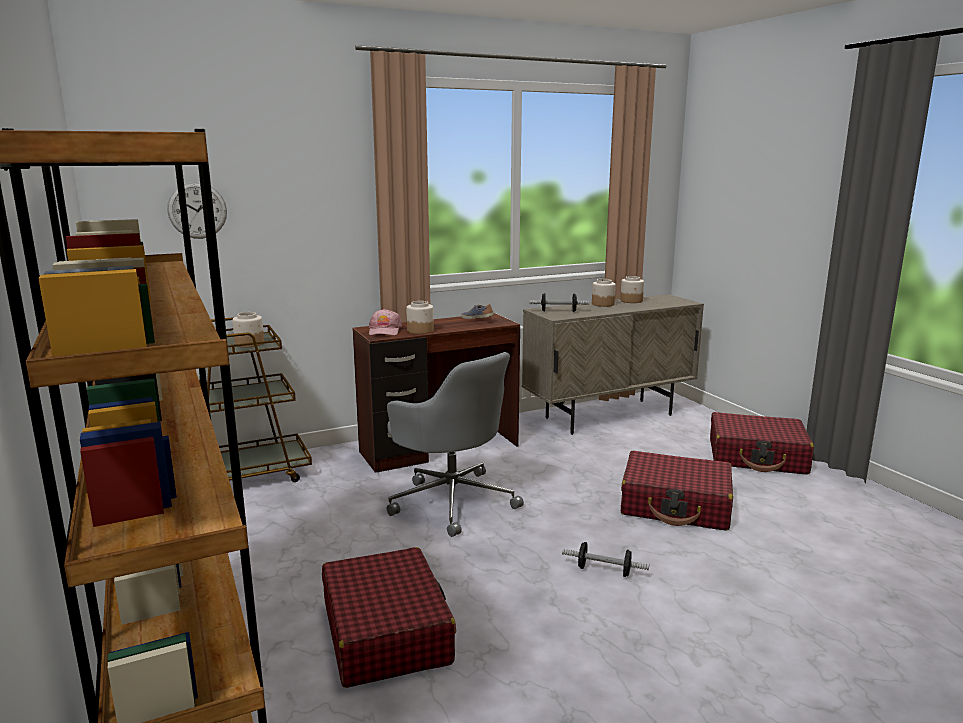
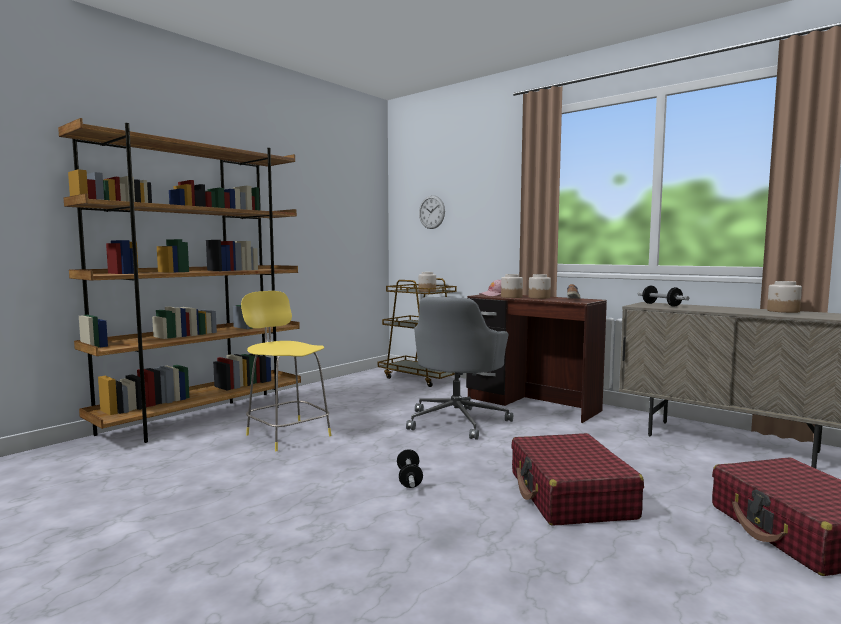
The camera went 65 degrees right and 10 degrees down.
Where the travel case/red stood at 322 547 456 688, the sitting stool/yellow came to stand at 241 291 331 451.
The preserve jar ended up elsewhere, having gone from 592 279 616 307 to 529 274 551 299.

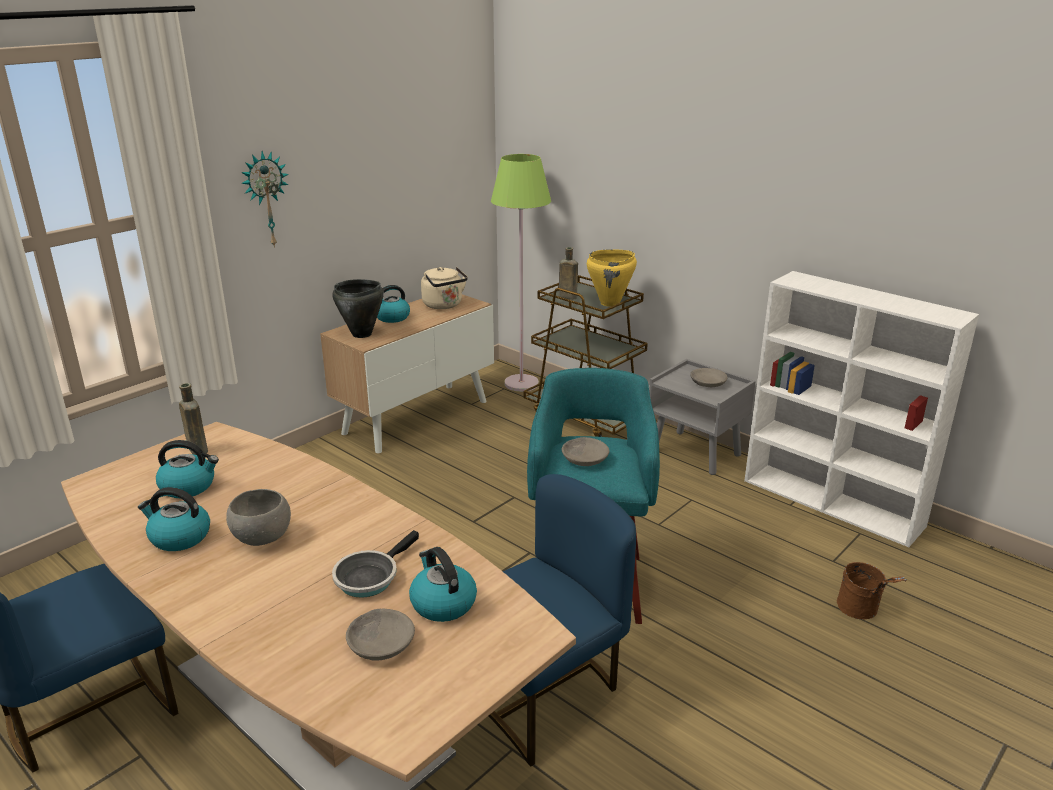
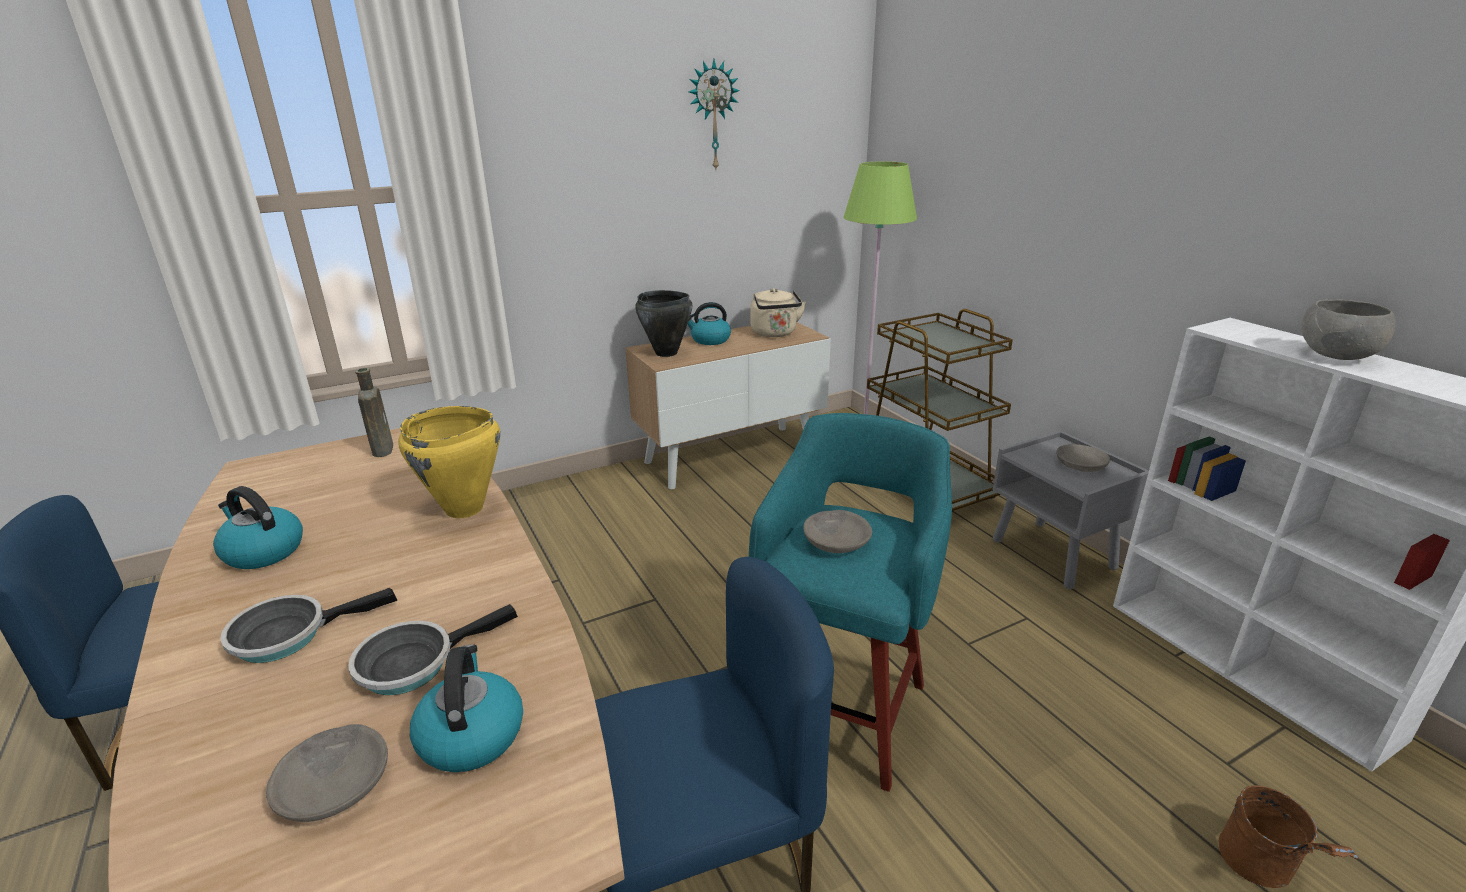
The camera went 20 degrees right and 0 degrees up.
The second view gained the skillet at 220 588 397 663.
The cooking pot/yellow ended up elsewhere, having gone from 587 249 637 307 to 398 406 500 518.
The hanging clock ended up elsewhere, having gone from 241 151 289 248 to 689 59 740 169.
The serving bowl/grey ended up elsewhere, having gone from 226 489 291 546 to 1302 299 1396 360.
The second view lost the kettle at 156 440 219 498.
The second view lost the bottle/brown-coloured at 559 247 578 300.

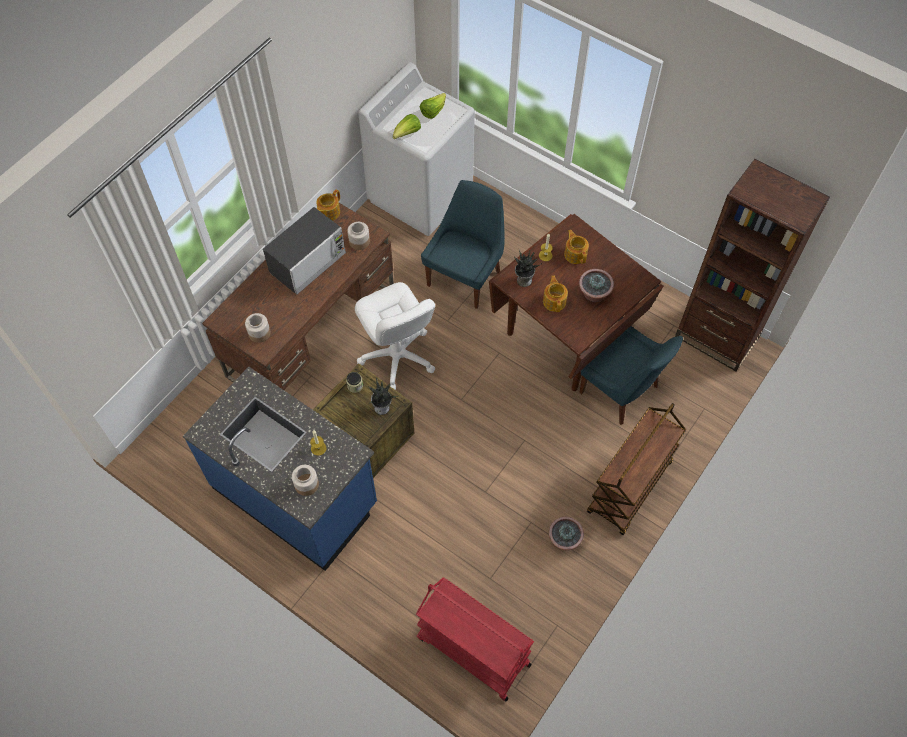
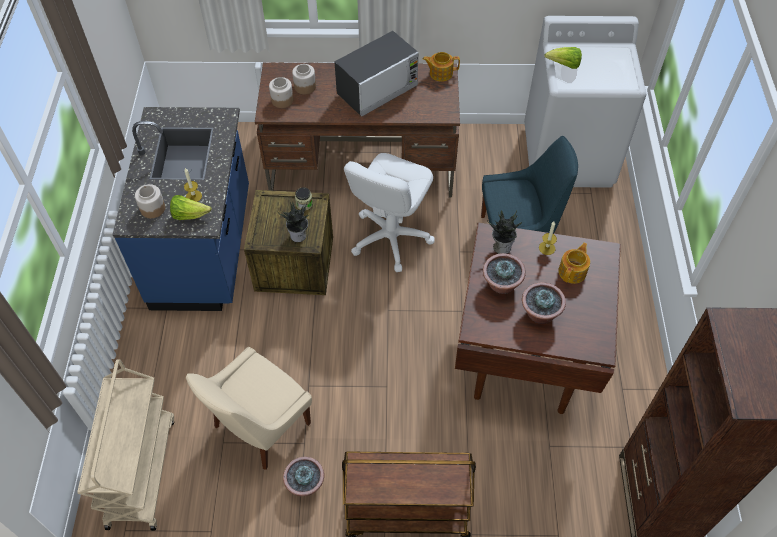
The camera went 55 degrees right and 5 degrees down.
What was the wheeled cart/red at 416 577 534 701 turned into the wheeled cart/beige at 77 360 174 531.
The lettuce head ended up elsewhere, having gone from 420 93 446 119 to 170 195 212 220.
The second view gained the chair/beige at 186 347 312 470.
The preserve jar ended up elsewhere, having gone from 347 222 370 250 to 292 64 316 94.
The kitchen microwave at 263 207 346 295 ended up facing another way, 45 degrees counterclockwise from before.
Where the teapot stood at 543 276 568 312, the potted plant came to stand at 483 253 526 294.
The second view lost the chair/blue-coloured at 579 326 683 425.

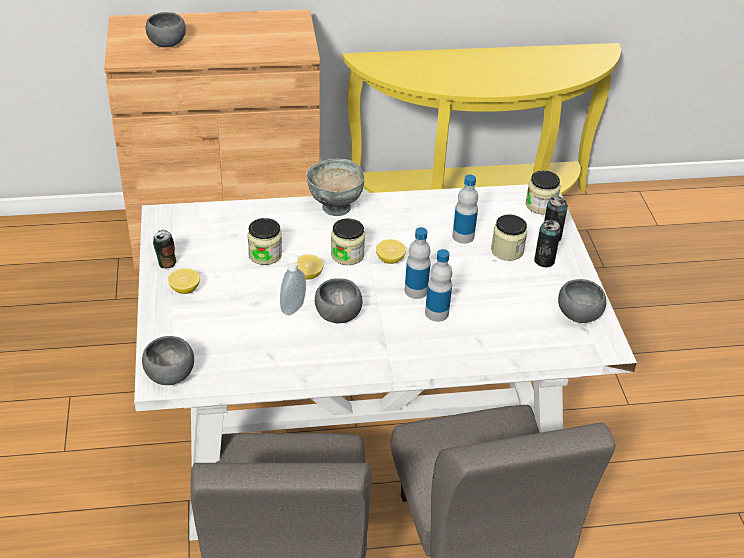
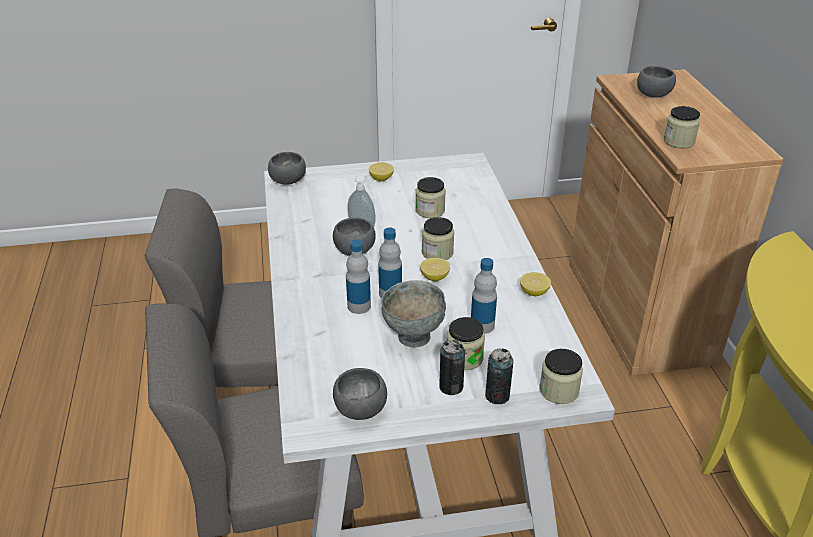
The camera went 90 degrees right and 5 degrees down.
The serving bowl/grey ended up elsewhere, having gone from 306 159 364 216 to 381 280 446 347.
The whole lemon ended up elsewhere, having gone from 297 255 323 280 to 520 272 551 296.
The second view gained the preserve jar at 664 106 700 148.
The second view lost the sealed can at 153 230 176 268.

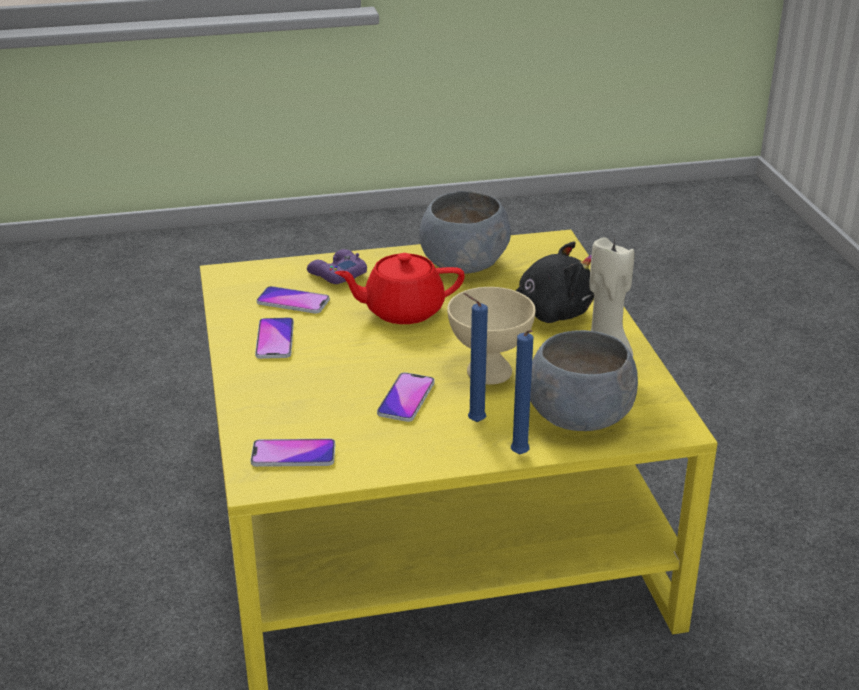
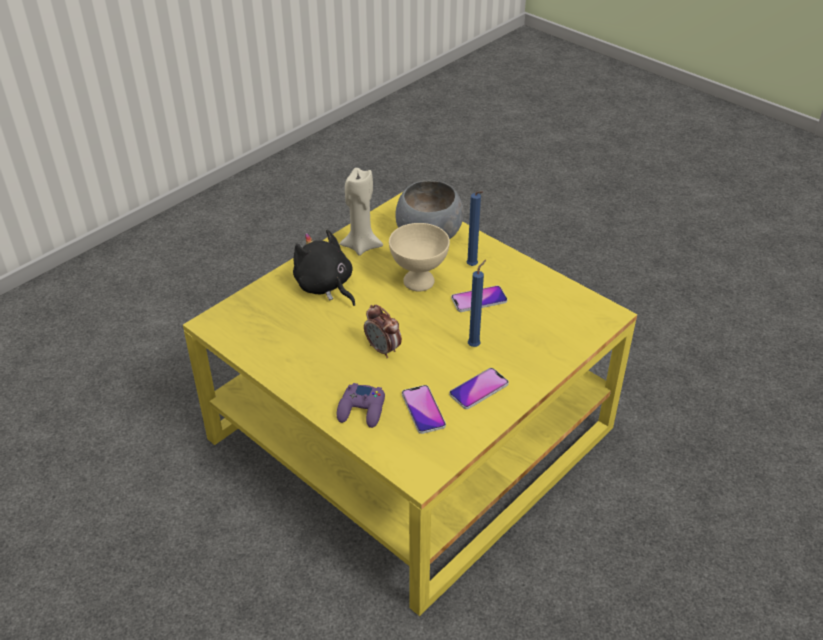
The camera went 125 degrees left and 10 degrees up.
Where the teapot/red stood at 334 253 465 324, the table clock came to stand at 364 305 402 358.
The wax candle/blue-coloured ended up elsewhere, having gone from 511 330 533 454 to 468 260 486 347.
The second view lost the telephone at 250 439 335 467.
The second view lost the serving bowl/grey at 419 191 511 274.

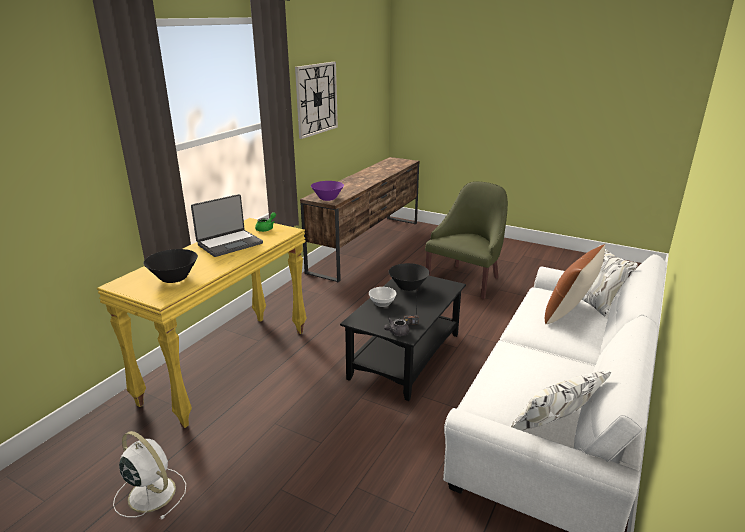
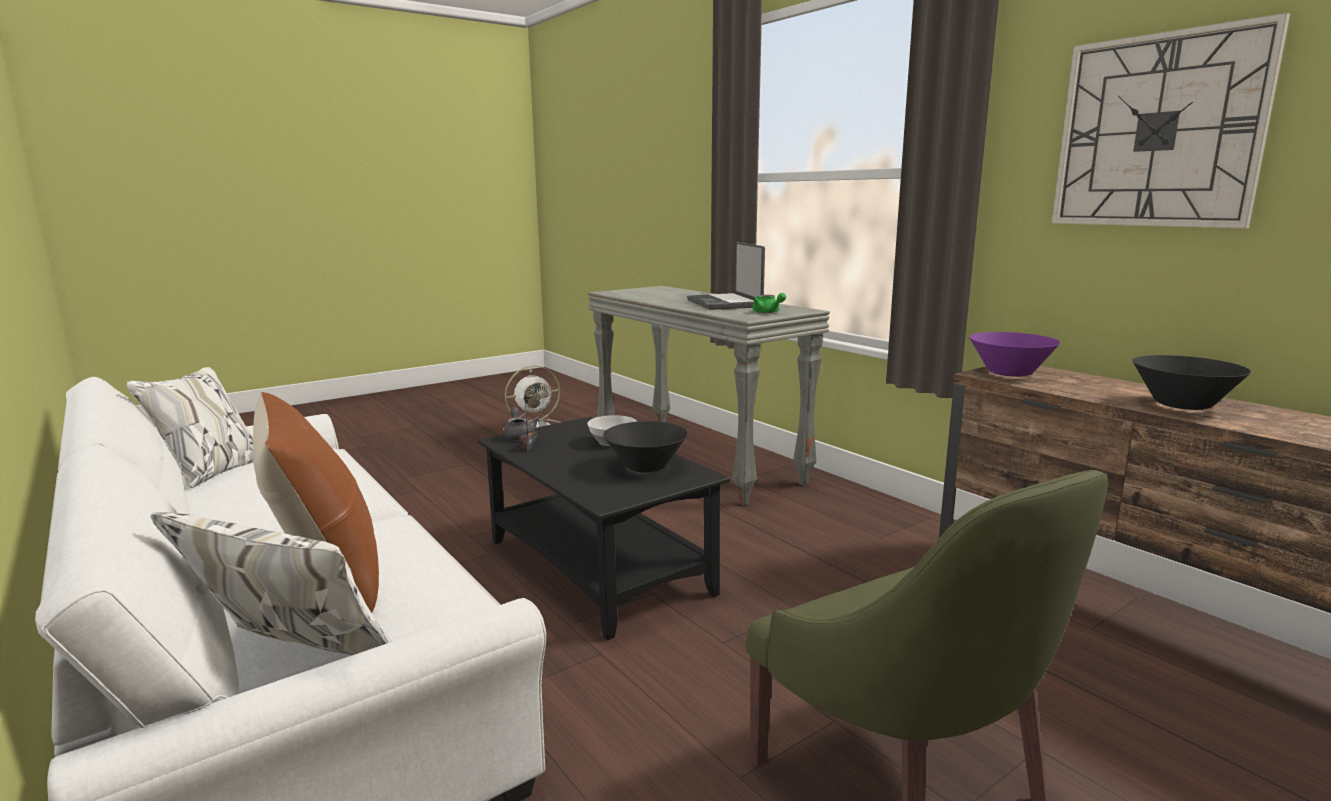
The camera went 115 degrees right and 10 degrees down.
What was the narrow table/yellow at 97 218 307 428 turned into the narrow table/grey at 588 286 830 506.
The serving bowl/black-coloured ended up elsewhere, having gone from 143 249 198 283 to 1132 355 1251 410.

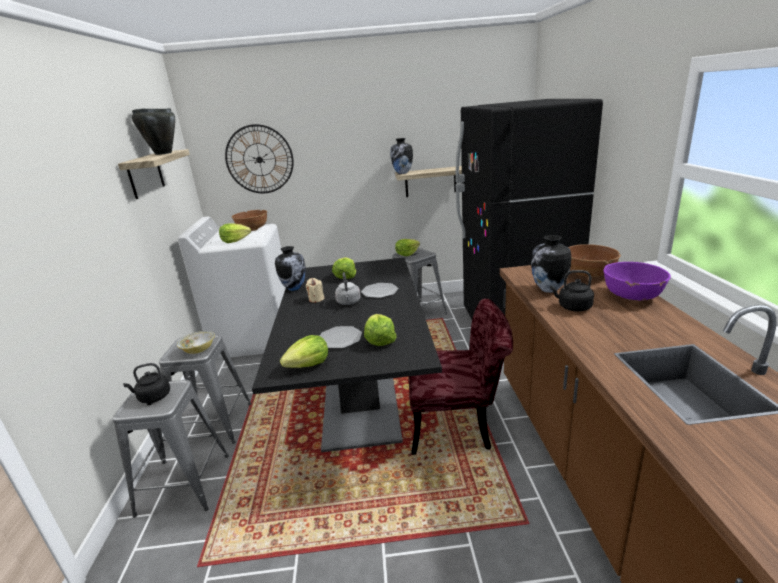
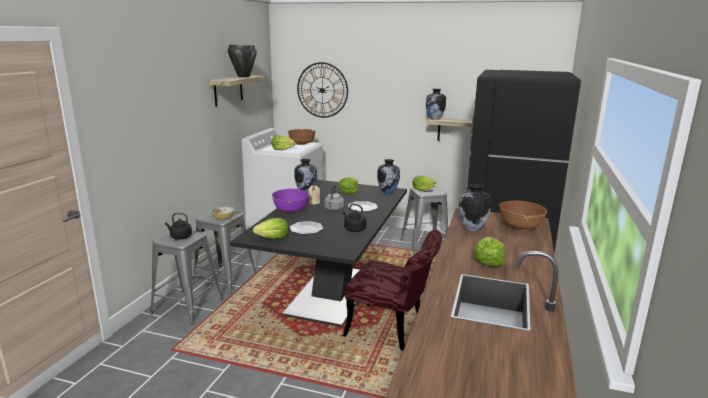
The camera went 20 degrees right and 5 degrees down.
The serving bowl/purple-coloured ended up elsewhere, having gone from 603 262 671 301 to 272 189 309 213.
The kettle/black-coloured ended up elsewhere, having gone from 550 270 594 312 to 343 203 366 232.
The second view gained the flower vase at 377 159 400 194.
The lettuce head ended up elsewhere, having gone from 364 314 397 346 to 474 237 505 266.

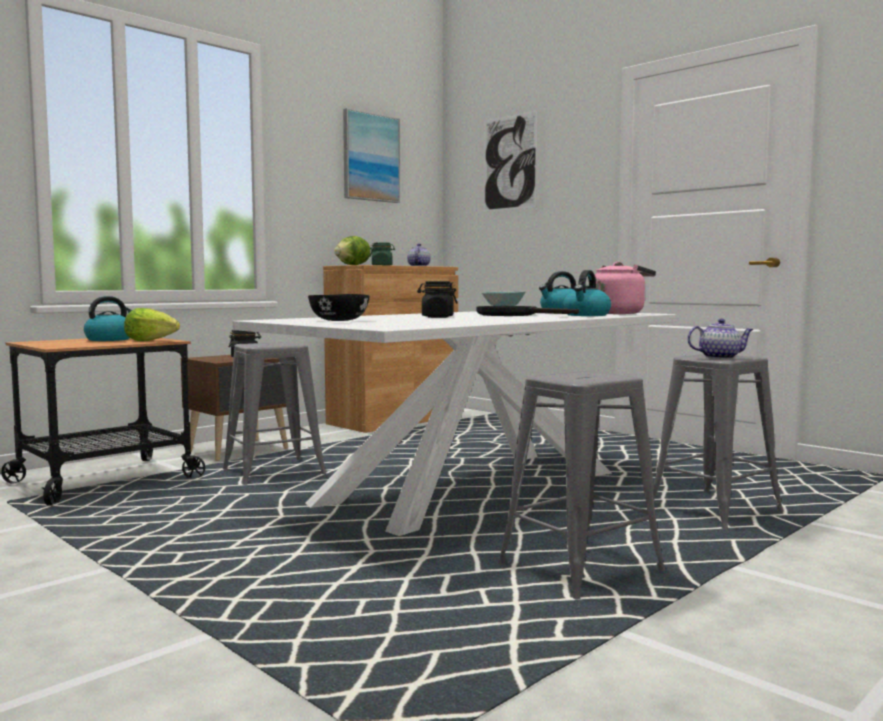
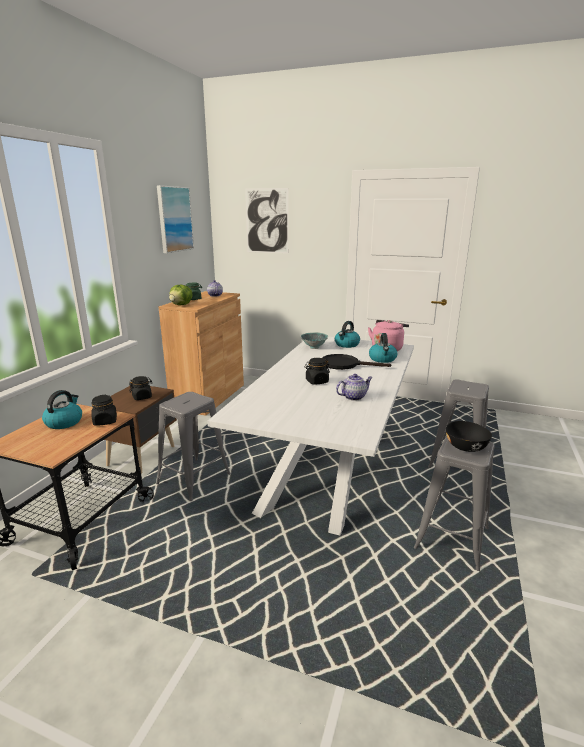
The camera went 25 degrees left and 15 degrees up.
Where the lettuce head stood at 124 308 180 341, the preserve jar/black-coloured came to stand at 91 395 117 426.
The teapot ended up elsewhere, having gone from 687 319 754 359 to 336 374 373 401.
The serving bowl/black-coloured ended up elsewhere, having gone from 308 294 369 321 to 446 421 492 452.

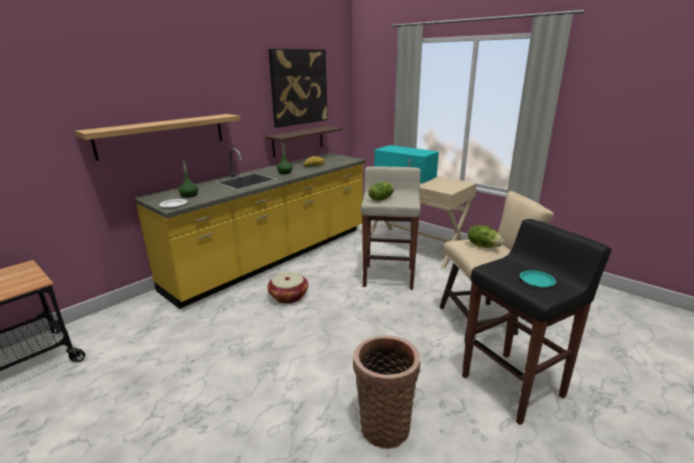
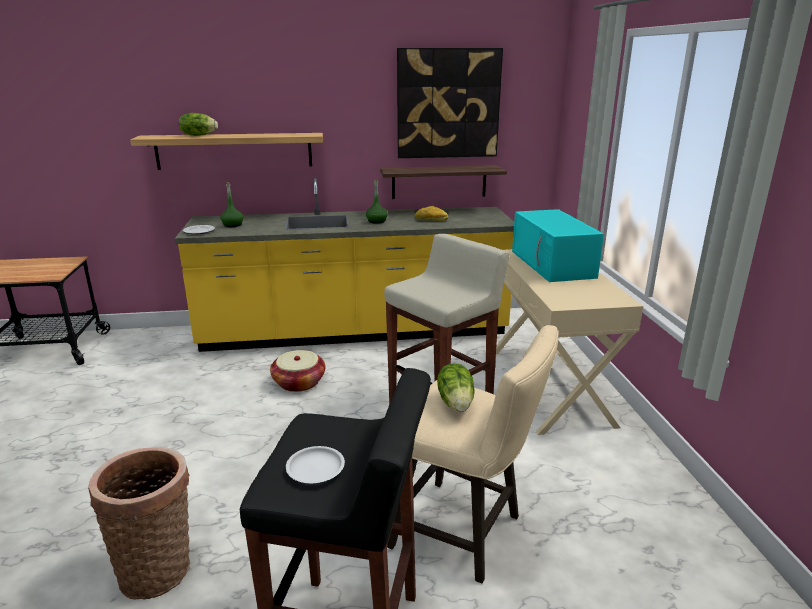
The camera went 40 degrees right and 0 degrees up.
The lettuce head ended up elsewhere, having gone from 368 182 394 201 to 179 113 218 136.
What was the dinner plate/turquoise-coloured at 520 270 556 287 turned into the dinner plate/white-coloured at 286 446 345 483.

